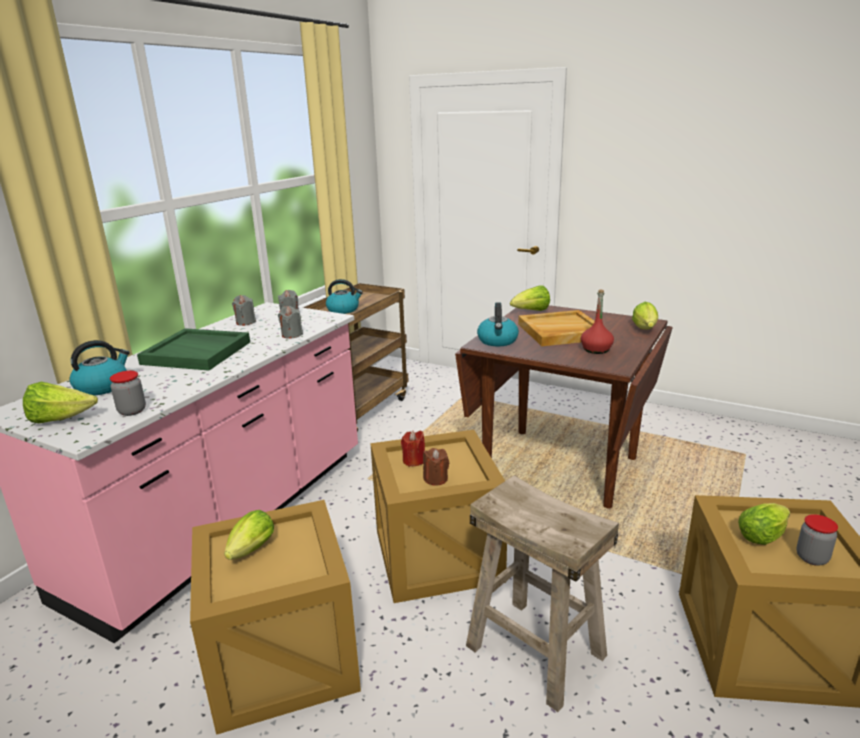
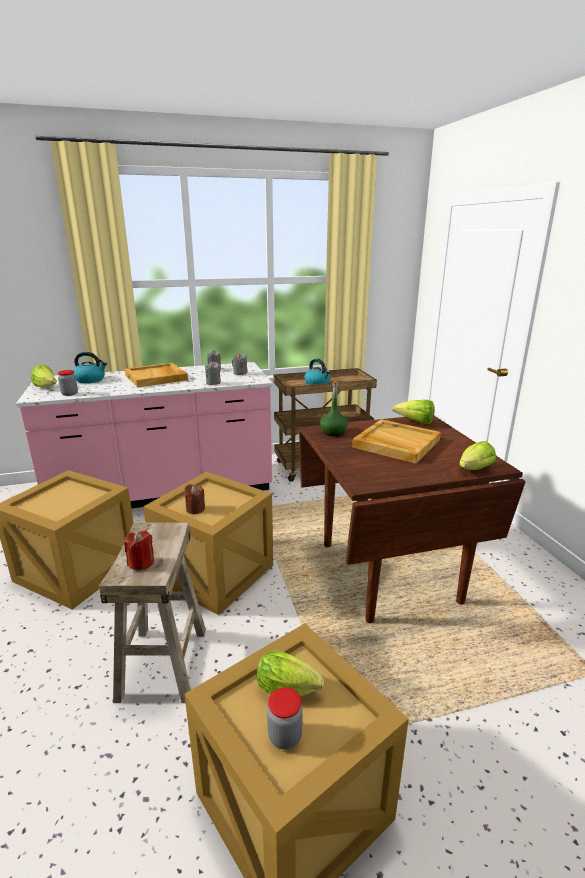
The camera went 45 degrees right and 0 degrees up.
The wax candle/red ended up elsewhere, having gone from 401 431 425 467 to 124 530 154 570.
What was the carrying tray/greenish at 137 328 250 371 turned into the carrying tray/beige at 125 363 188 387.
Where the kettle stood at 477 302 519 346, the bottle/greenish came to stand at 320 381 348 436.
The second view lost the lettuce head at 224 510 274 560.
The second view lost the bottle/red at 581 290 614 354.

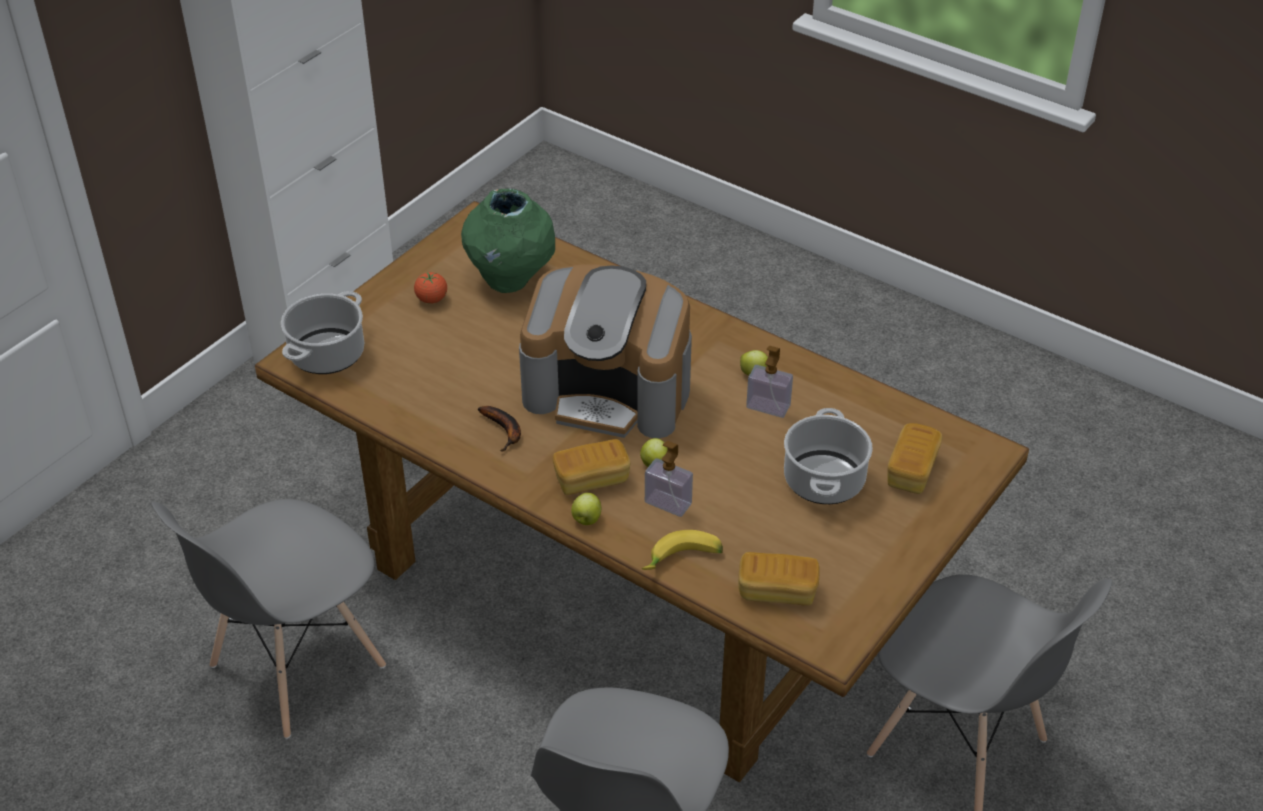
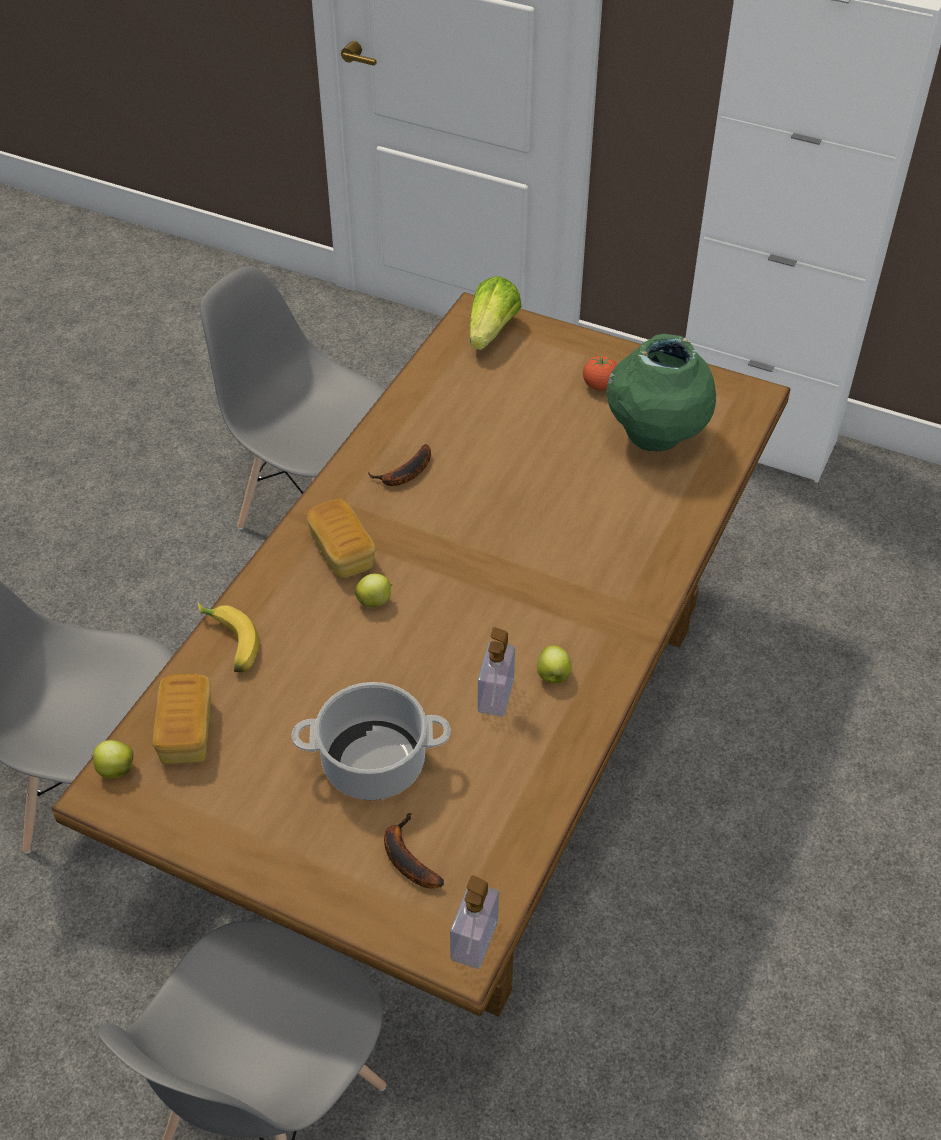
The camera went 80 degrees right and 5 degrees up.
The apple ended up elsewhere, having gone from 571 493 601 525 to 91 740 134 778.
Where the bakery bread stood at 888 423 942 494, the banana fruit came to stand at 384 813 444 889.
The soap dispenser ended up elsewhere, having gone from 645 441 693 517 to 450 875 499 969.
Where the cooking pot stood at 281 291 364 374, the lettuce head came to stand at 469 276 522 350.
The second view lost the coffee brewer at 519 265 692 438.

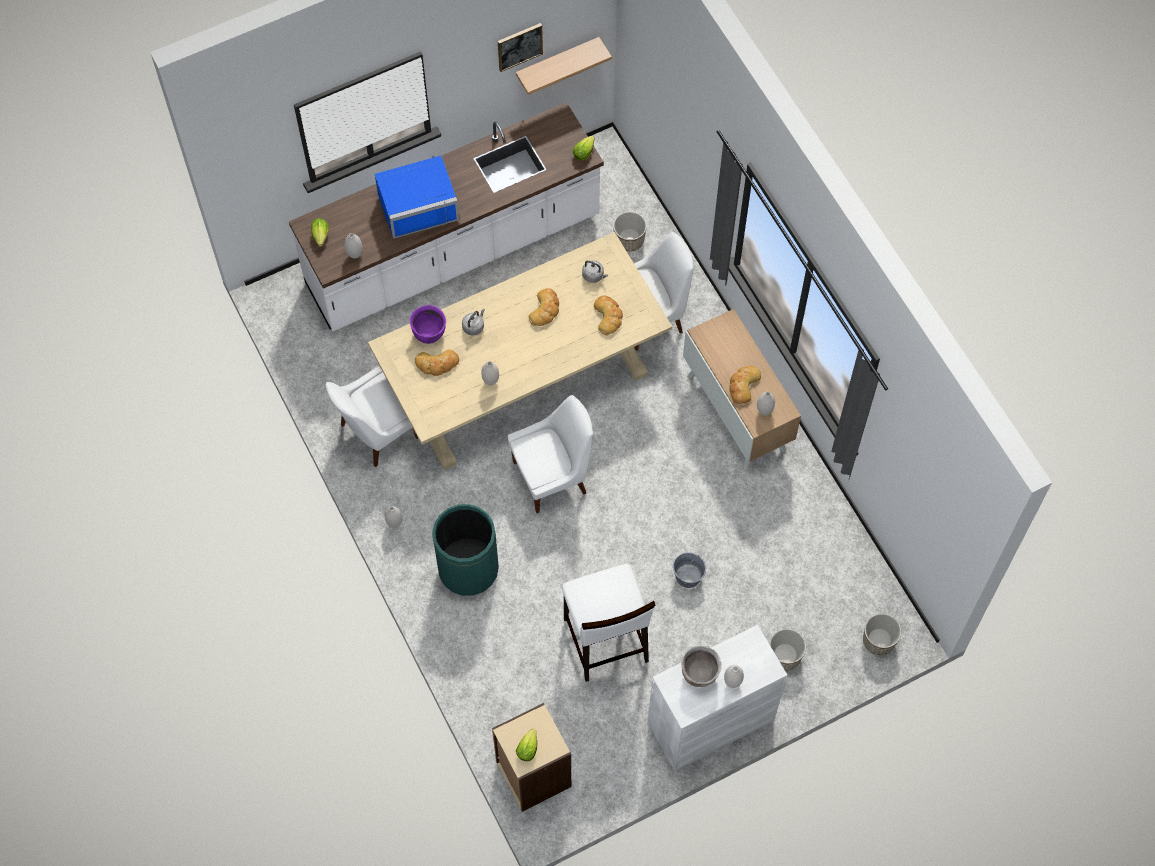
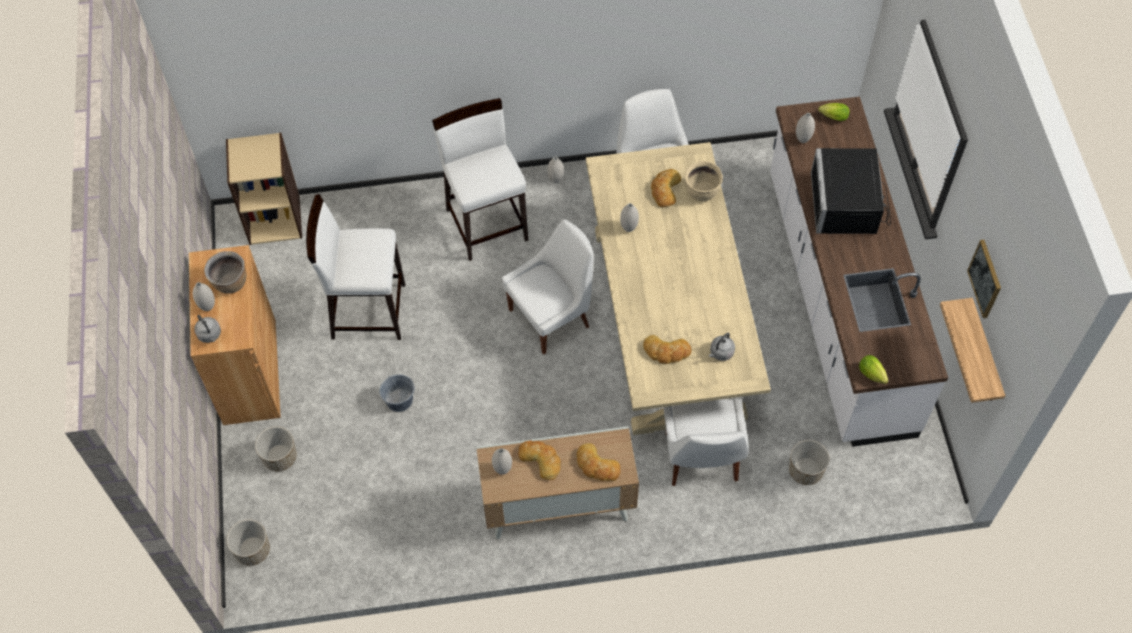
The camera went 110 degrees right and 5 degrees down.
What was the cupboard/white-coloured at 648 625 787 771 turned into the cupboard/brown-coloured at 189 245 281 425.
The kettle/grey ended up elsewhere, having gone from 462 309 485 336 to 194 315 221 343.
Where the rubbish bin/greenish stood at 432 504 499 596, the sitting stool/white-coloured came to stand at 432 98 528 261.
The chair/white-coloured at 508 395 593 513 ended up facing another way, 120 degrees counterclockwise from before.
The bakery bread ended up elsewhere, having gone from 529 288 559 326 to 577 443 621 481.
What was the cooking pot/purple-coloured at 410 305 446 344 turned into the cooking pot/beige at 685 161 723 201.
What was the kitchen microwave/blue-coloured at 375 156 459 239 turned into the kitchen microwave/black-coloured at 811 148 891 234.
The second view lost the lettuce head at 516 729 537 761.

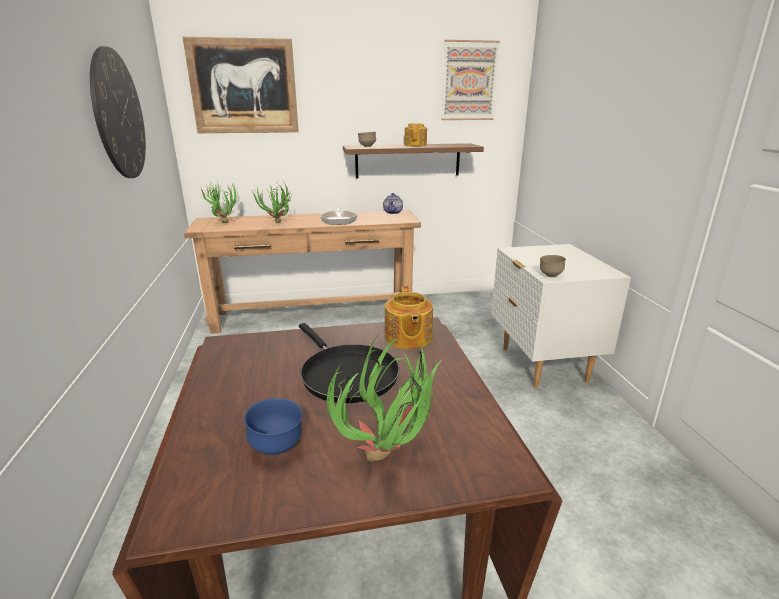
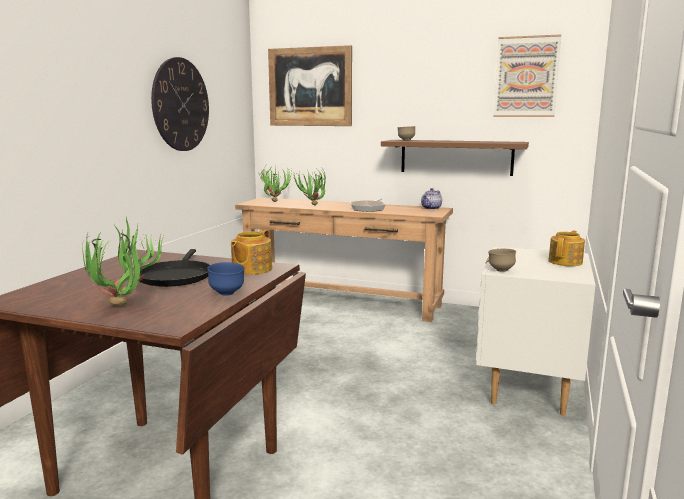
The camera went 30 degrees right and 10 degrees down.
The serving bowl/blue-coloured ended up elsewhere, having gone from 244 398 303 455 to 207 262 245 296.
The teapot ended up elsewhere, having gone from 404 123 427 147 to 548 231 585 266.

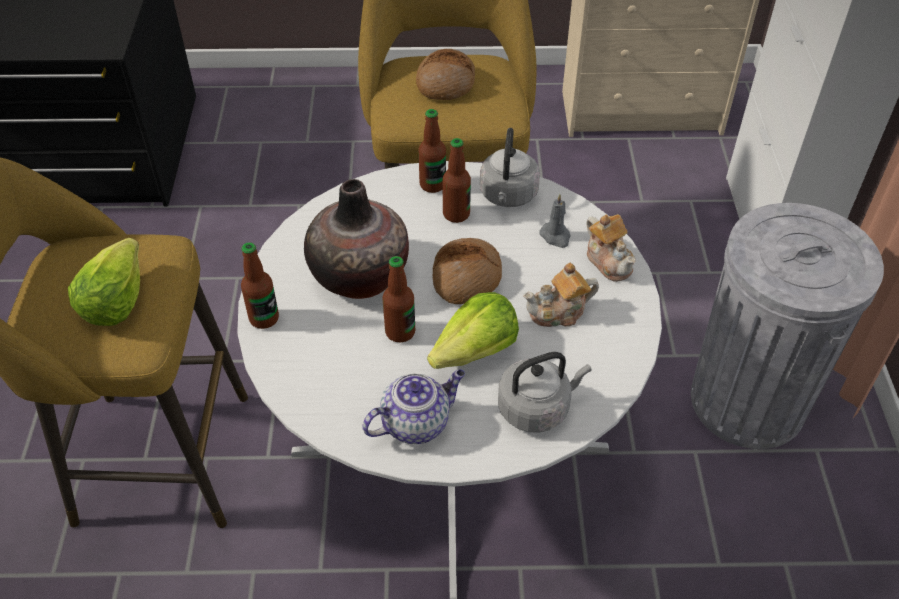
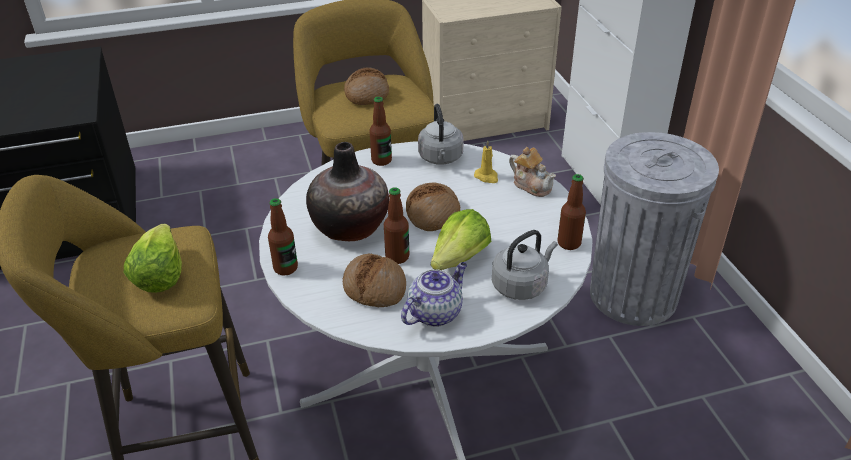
The camera went 15 degrees left and 10 degrees down.
The second view gained the bakery bread at 343 253 406 307.
What was the wax candle/grey at 539 194 571 248 turned into the wax candle/yellow at 474 140 498 183.
The bottle ended up elsewhere, having gone from 443 138 471 223 to 558 174 586 250.
The second view lost the teapot at 523 263 599 327.

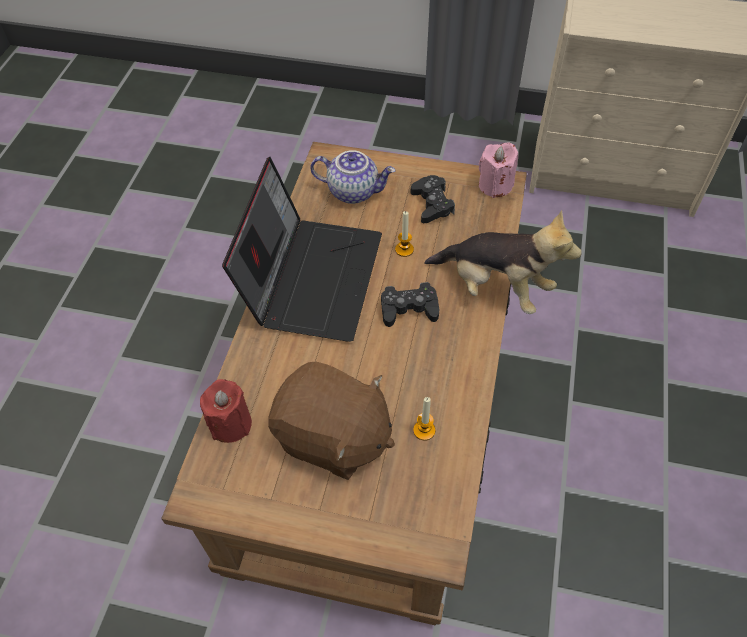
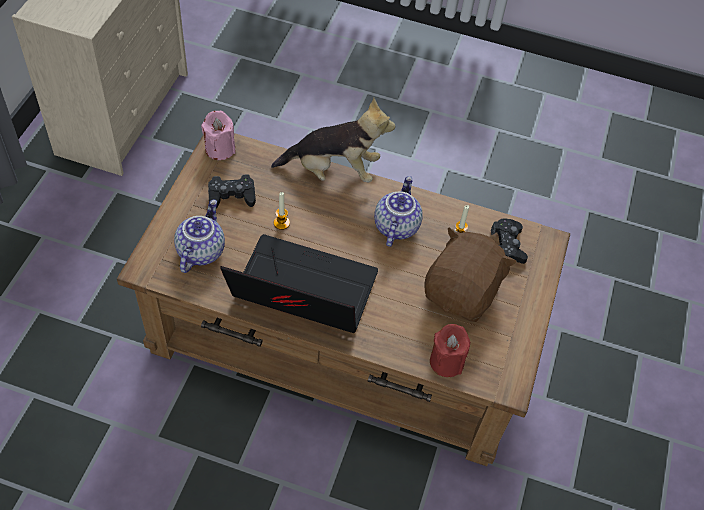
The camera went 90 degrees left and 0 degrees up.
The cuddly toy at 424 210 582 314 ended up facing another way, 60 degrees clockwise from before.
The second view gained the teapot at 374 176 423 247.
The game controller/black-coloured ended up elsewhere, having gone from 381 282 439 327 to 491 218 528 264.

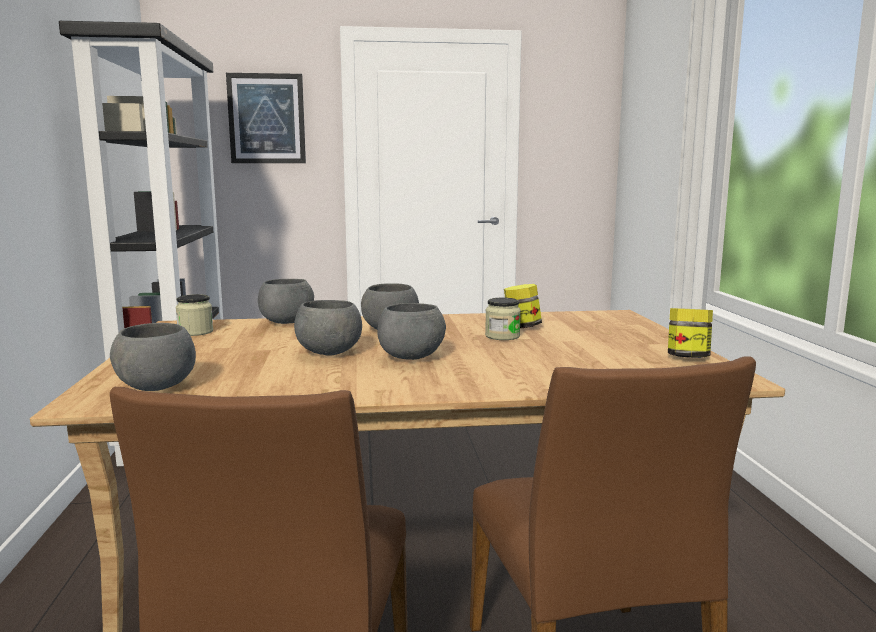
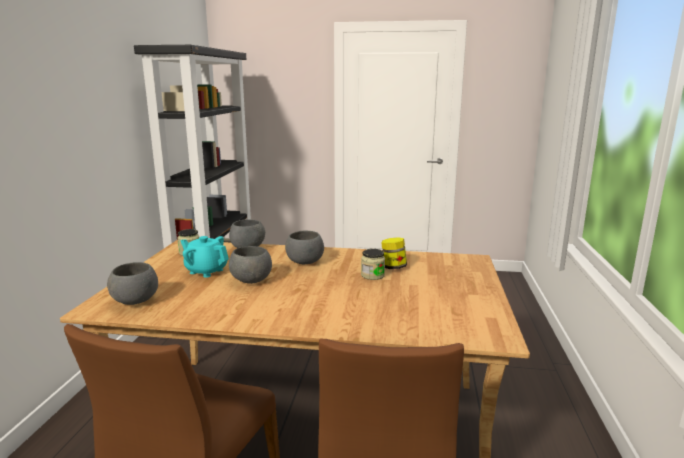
The camera went 15 degrees right and 5 degrees up.
The second view gained the teapot/turquoise-coloured at 180 236 229 278.
The second view lost the wall art at 226 73 306 163.
The second view lost the serving bowl/grey at 377 303 446 360.
The second view lost the preserve jar at 668 308 713 358.

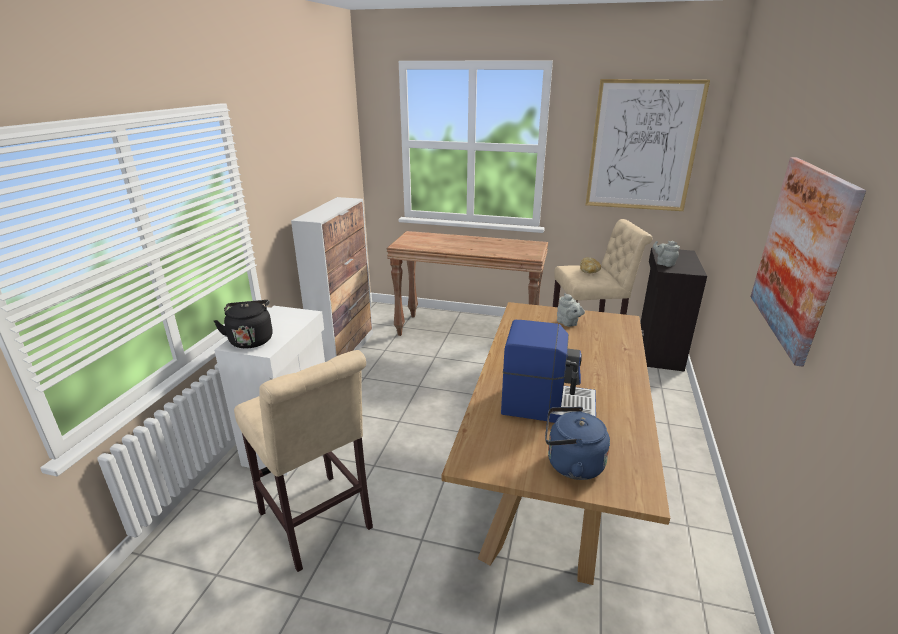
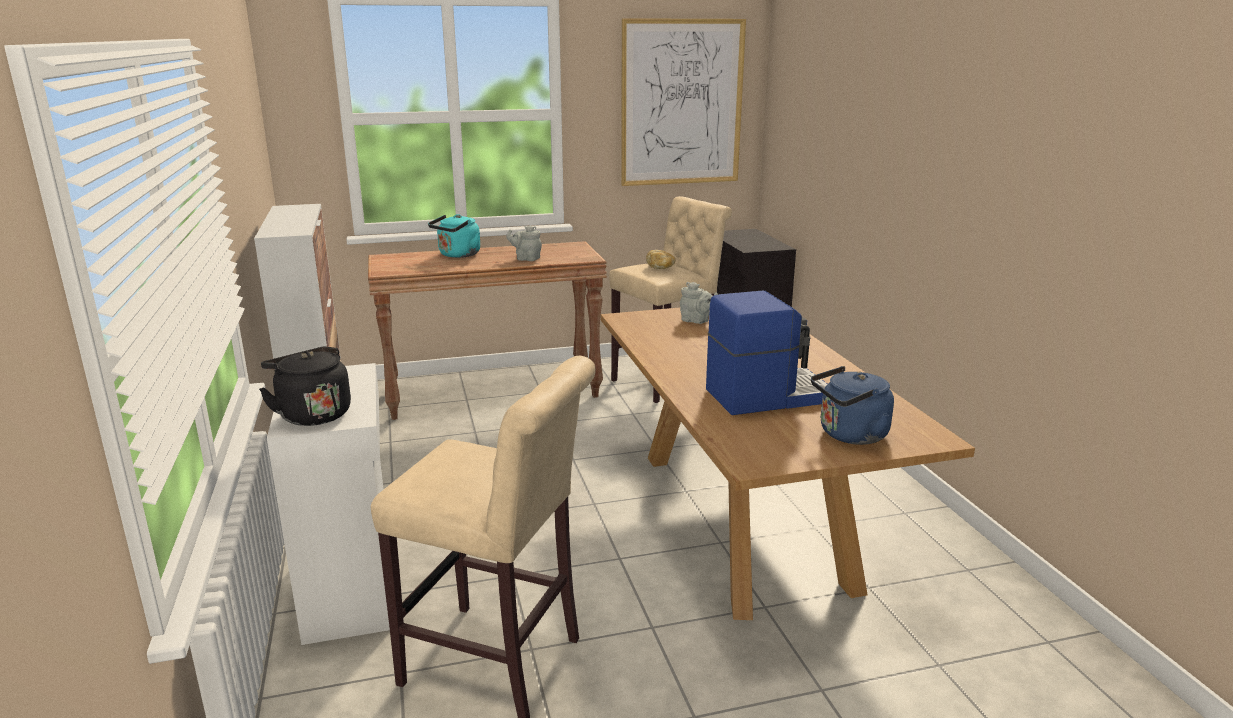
The camera went 30 degrees left and 5 degrees down.
The second view gained the kettle/turquoise-coloured at 428 214 480 258.
The teapot/grey ended up elsewhere, having gone from 653 241 680 267 to 506 225 542 261.
The second view lost the wall art at 751 157 866 367.

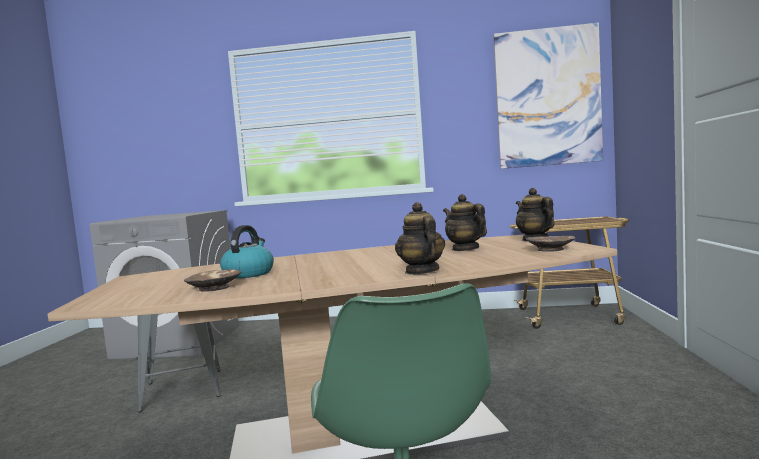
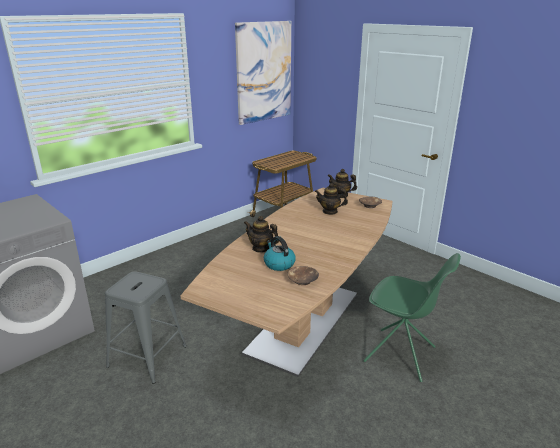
The camera went 50 degrees left and 20 degrees up.
The teapot ended up elsewhere, having gone from 395 202 445 274 to 244 216 279 253.

